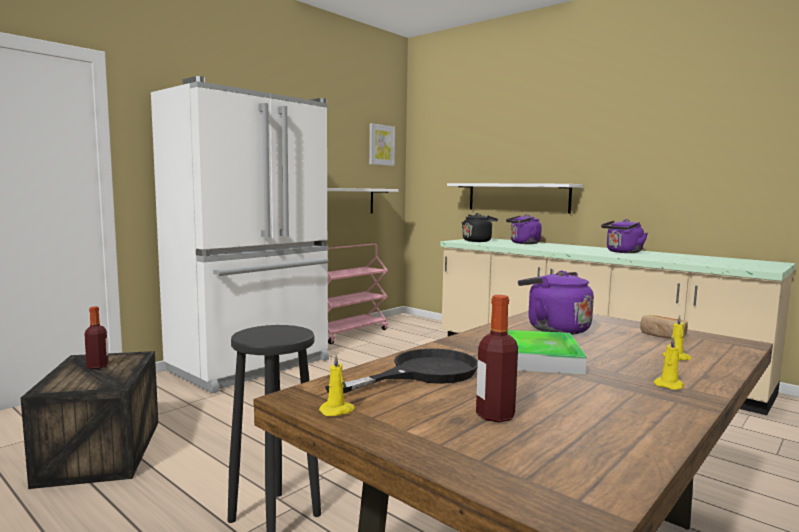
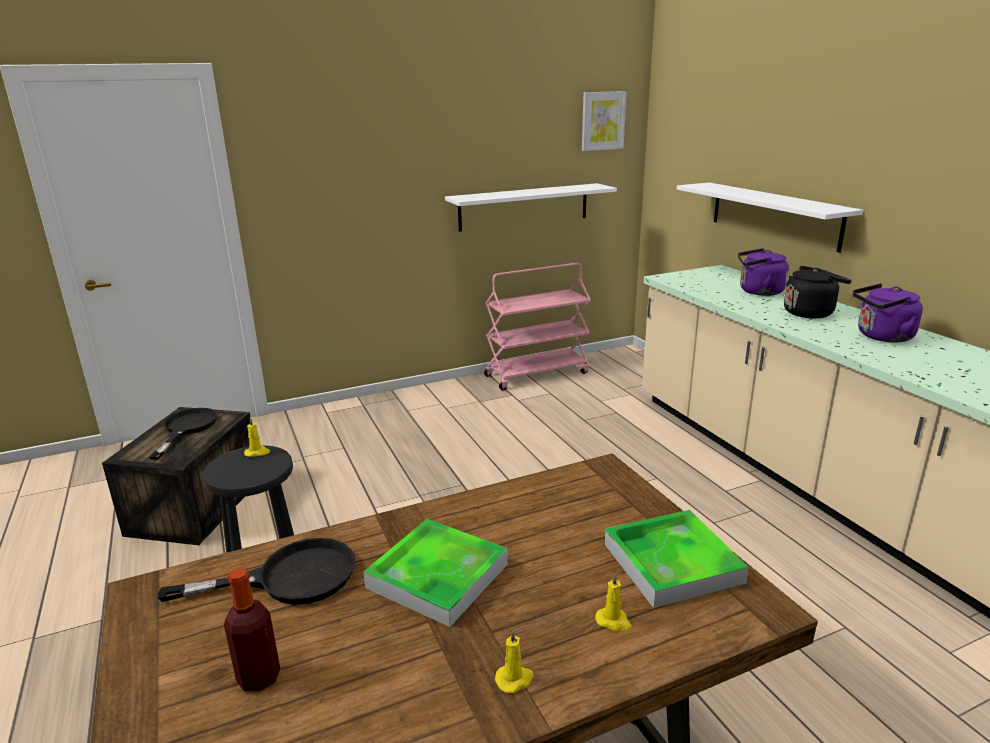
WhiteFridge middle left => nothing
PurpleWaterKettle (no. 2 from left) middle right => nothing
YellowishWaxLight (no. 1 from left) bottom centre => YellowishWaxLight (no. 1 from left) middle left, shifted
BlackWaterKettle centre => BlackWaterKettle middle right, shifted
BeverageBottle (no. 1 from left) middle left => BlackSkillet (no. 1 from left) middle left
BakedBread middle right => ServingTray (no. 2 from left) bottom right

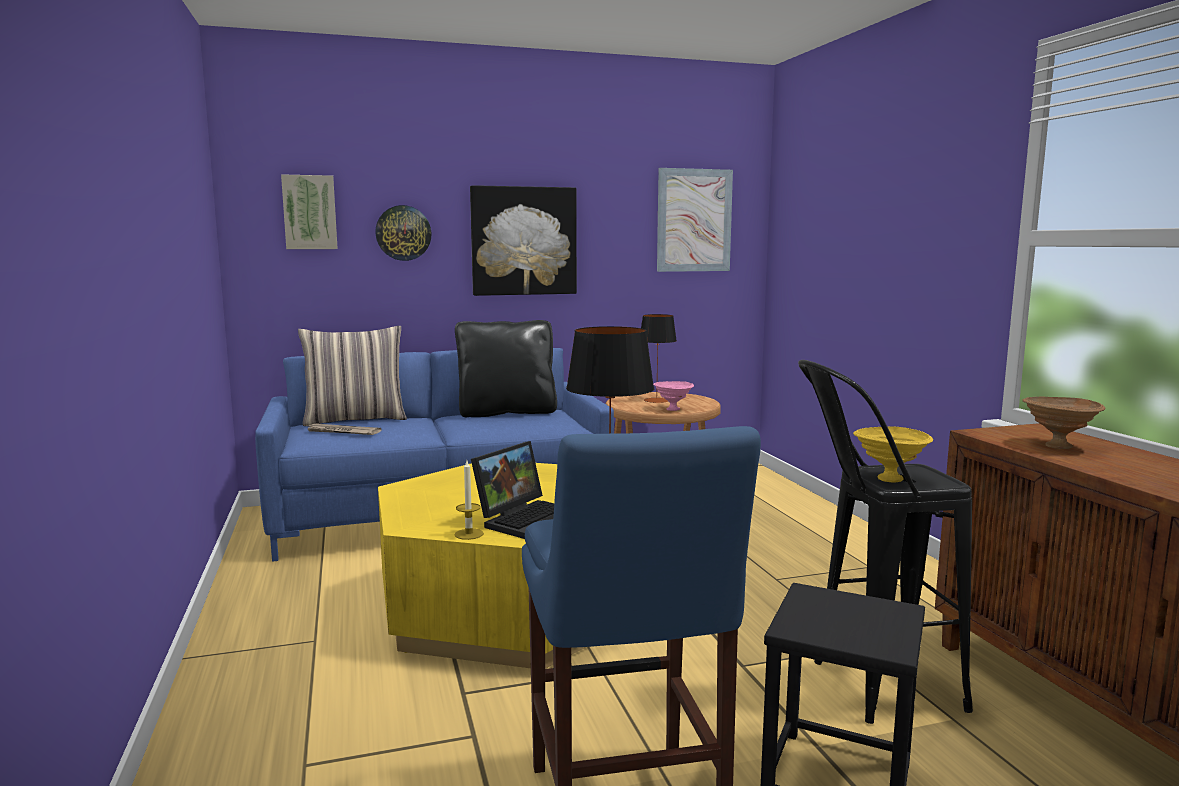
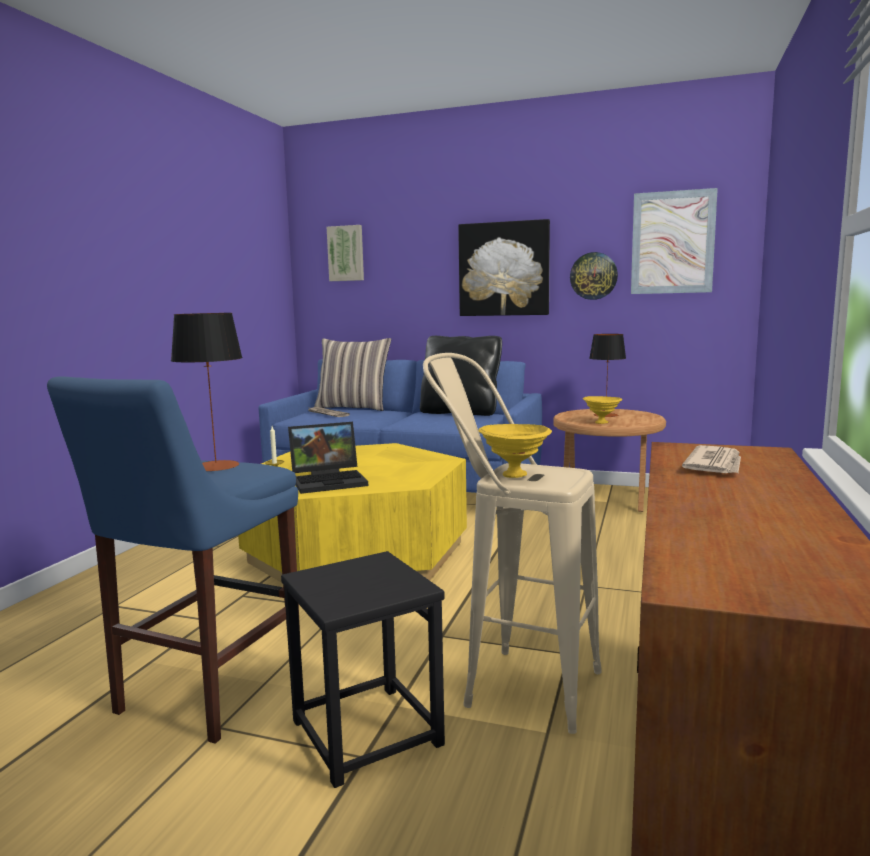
WallClock top centre => WallClock top right, shifted
BrownishBowl middle right => DailyPaper (no. 2 from left) middle right
PinkBowl centre => YellowishBowl (no. 2 from left) middle right
BlackStool (no. 2 from left) bottom right => SandColouredStool centre

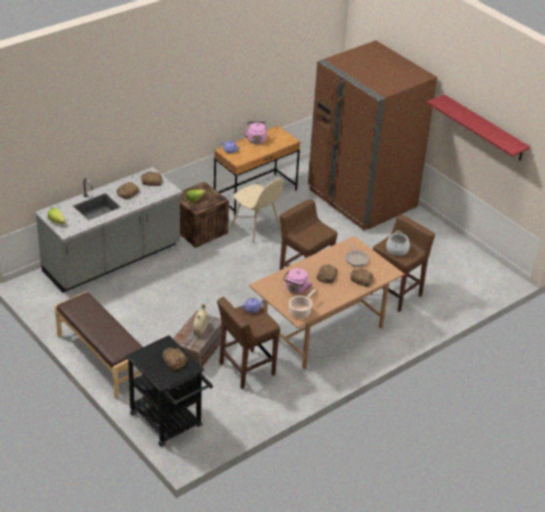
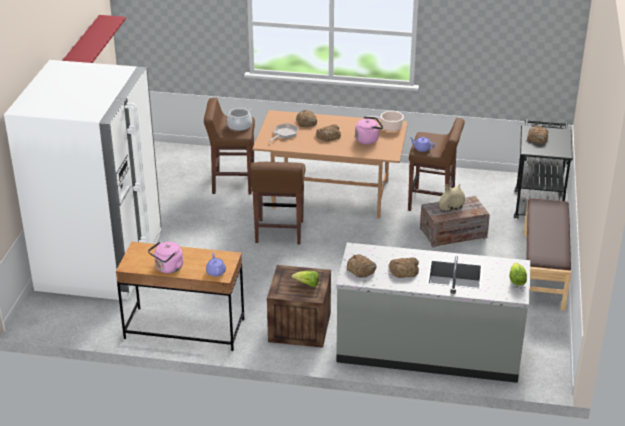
SandColouredPlainChair centre => nothing
BrownishFridge top right => WhiteFridge middle left

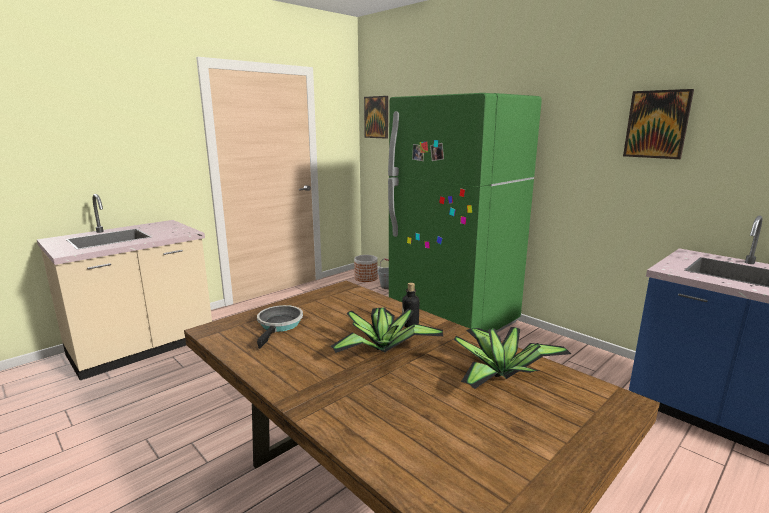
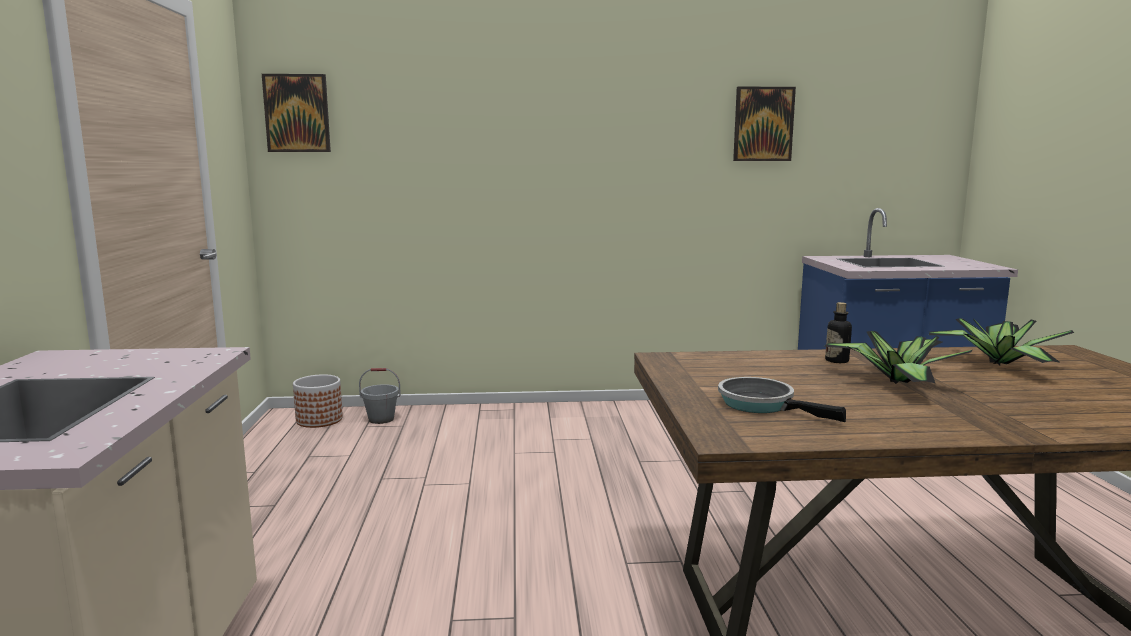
GreenFridge centre => nothing

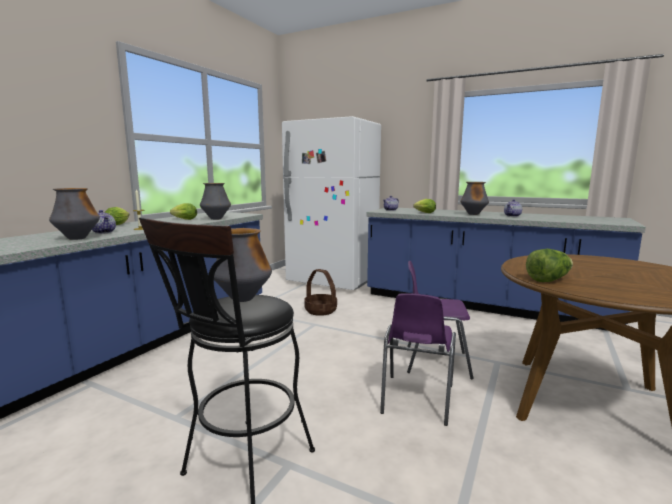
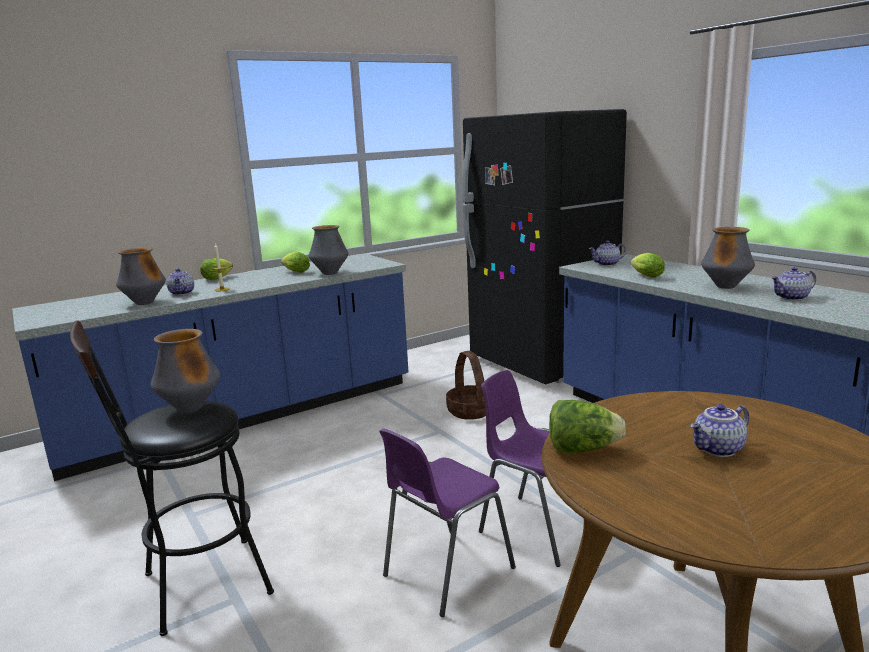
nothing => Teapot (no. 3 from left) middle right
WhiteFridge centre => BlackFridge centre

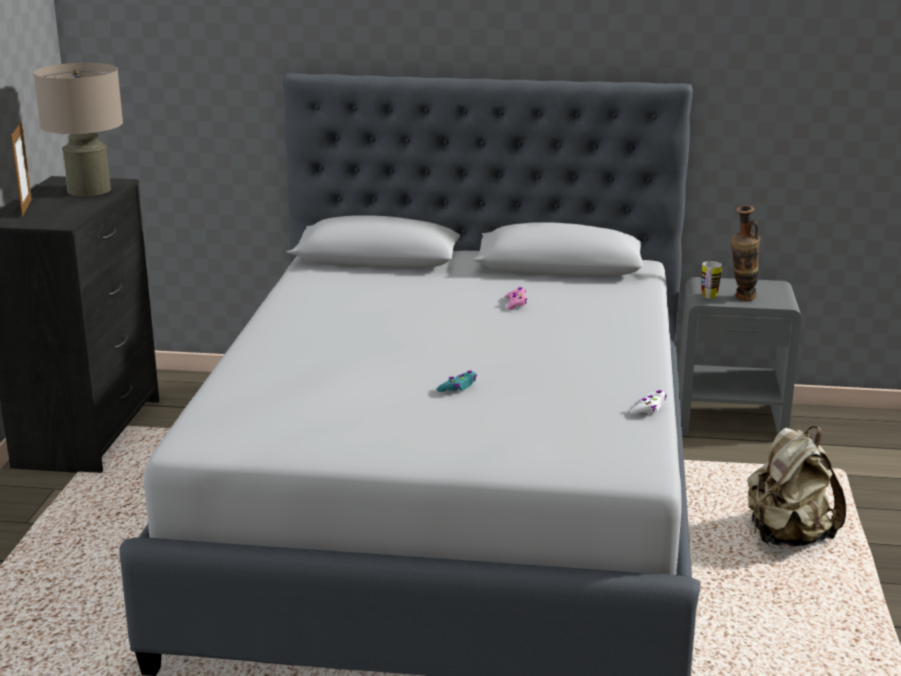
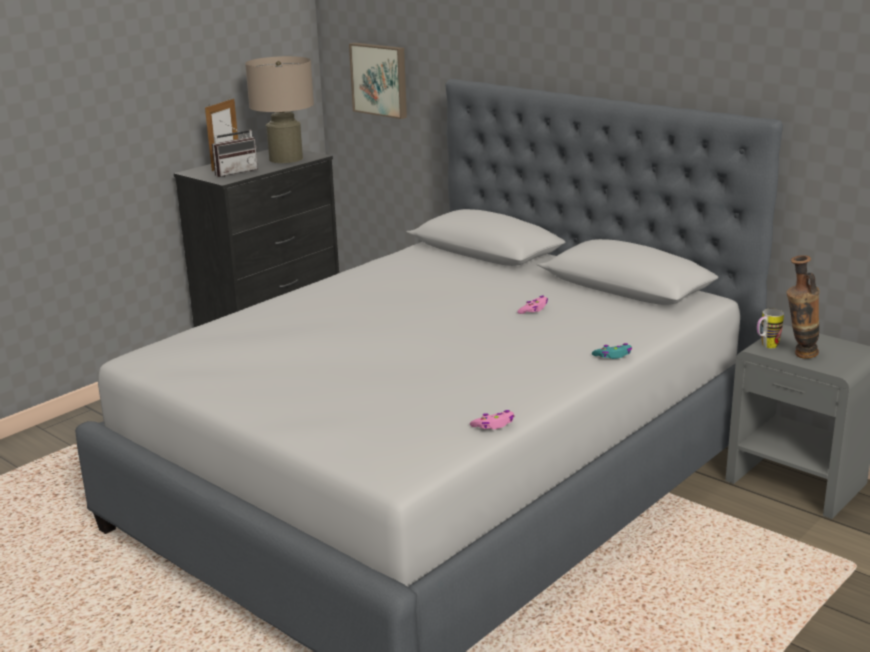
SandColouredKnapsack bottom right => nothing
nothing => Radio top left
nothing => WallPicture top centre
BlueGreenGameController centre => BlueGreenGameController middle right, shifted
WhiteGameController middle right => PinkGameController (no. 1 from left) centre

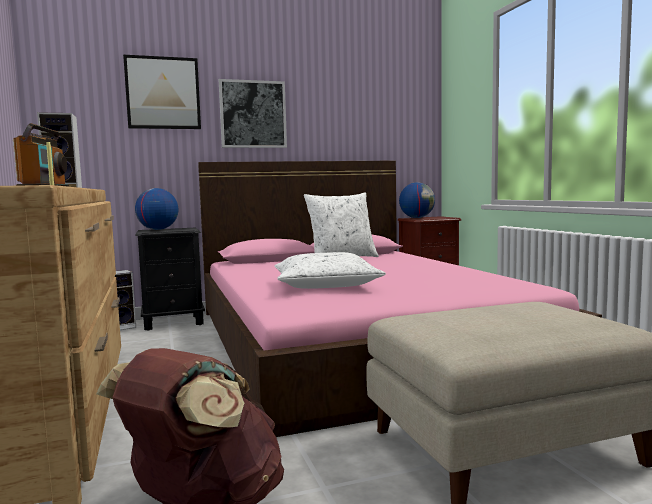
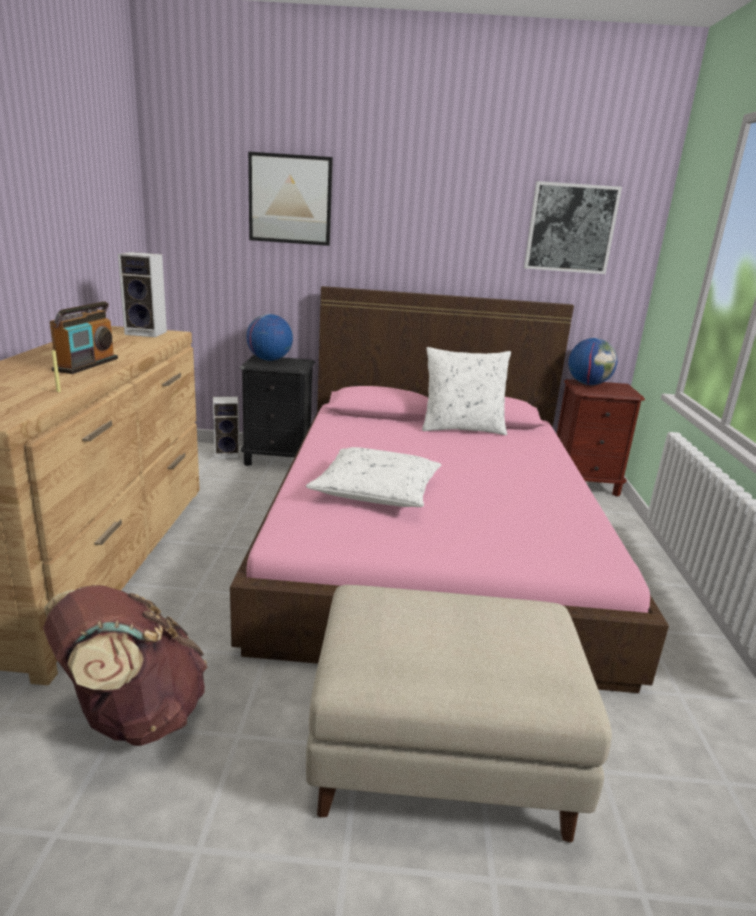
WallPicture (no. 2 from left) top centre => WallPicture (no. 2 from left) top right, shifted

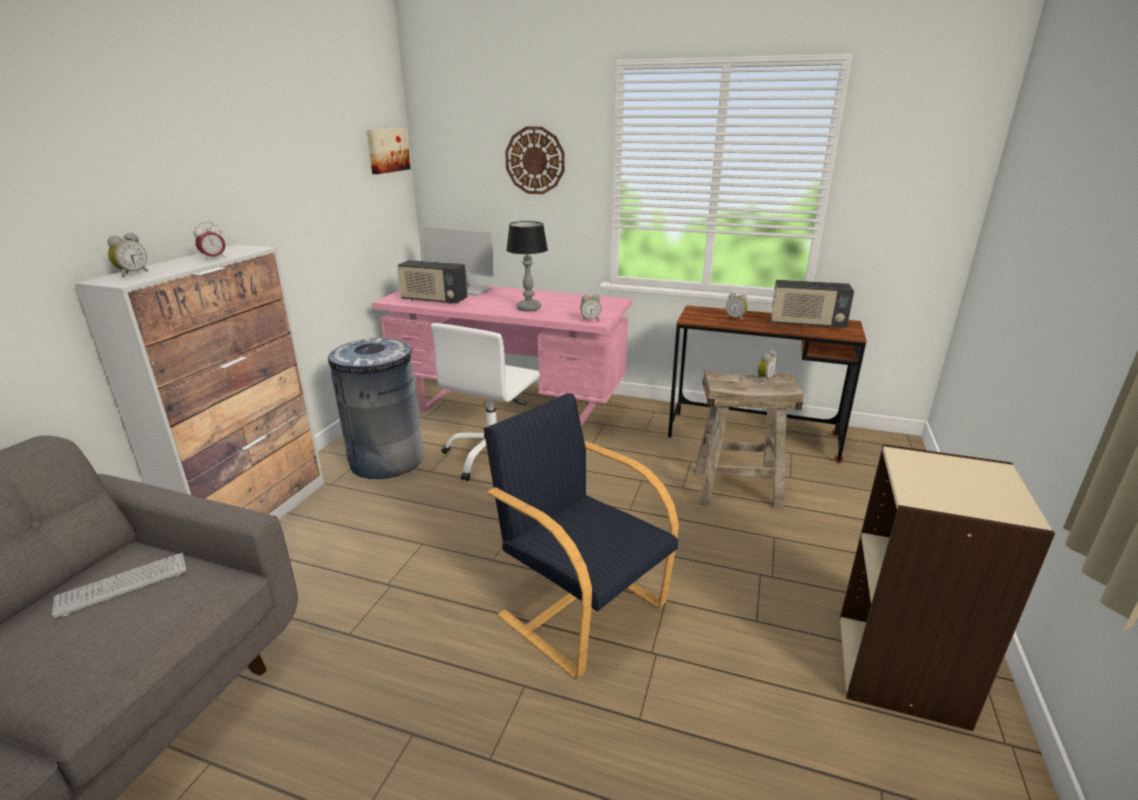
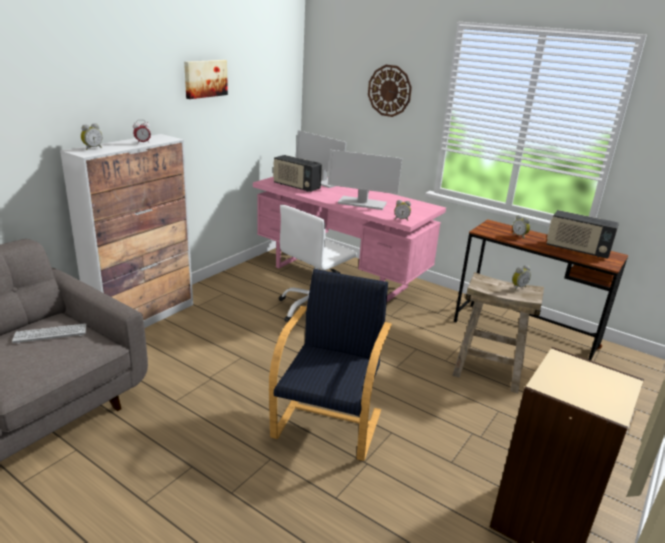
GrayTrashCan middle left => nothing
WallPicture top centre => WallPicture top left, shifted
LampForATable top centre => ComputerScreen (no. 2 from left) top centre
BlackEasyChair bottom centre, 45 degrees clockwise

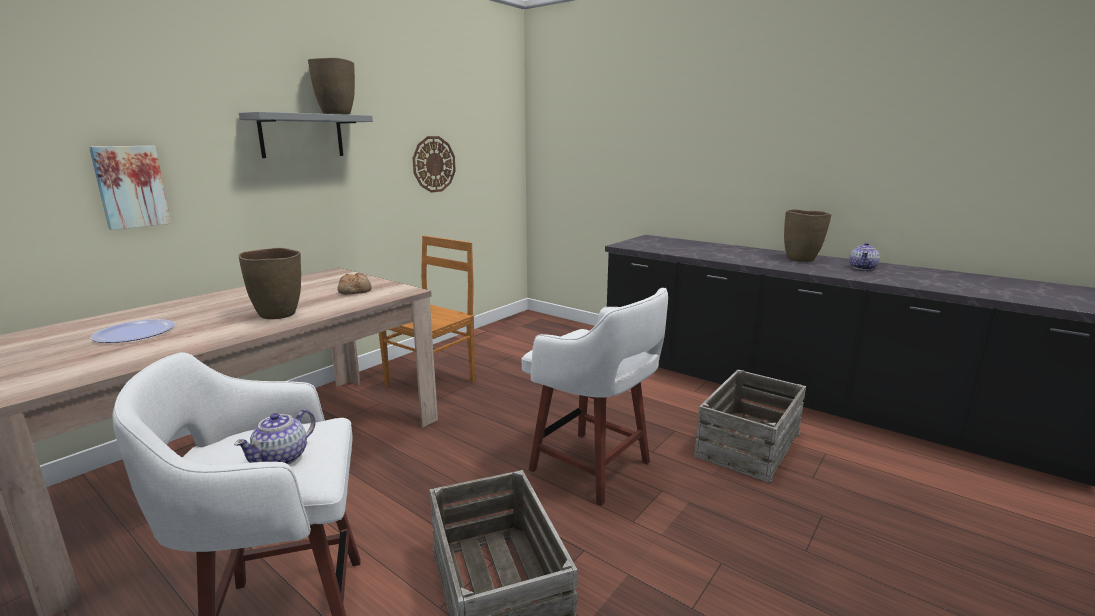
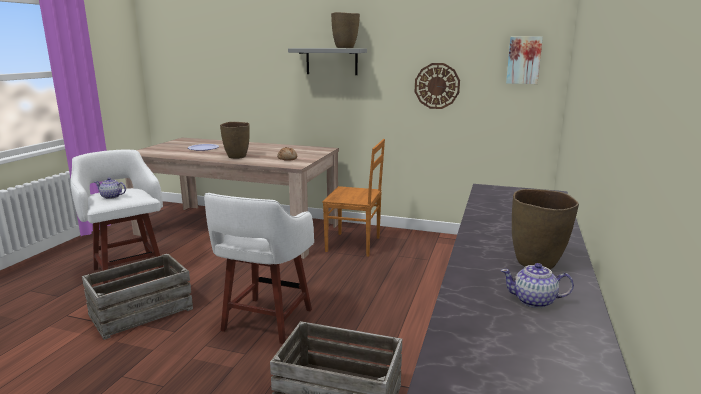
WallPicture top left => WallPicture top right, shifted

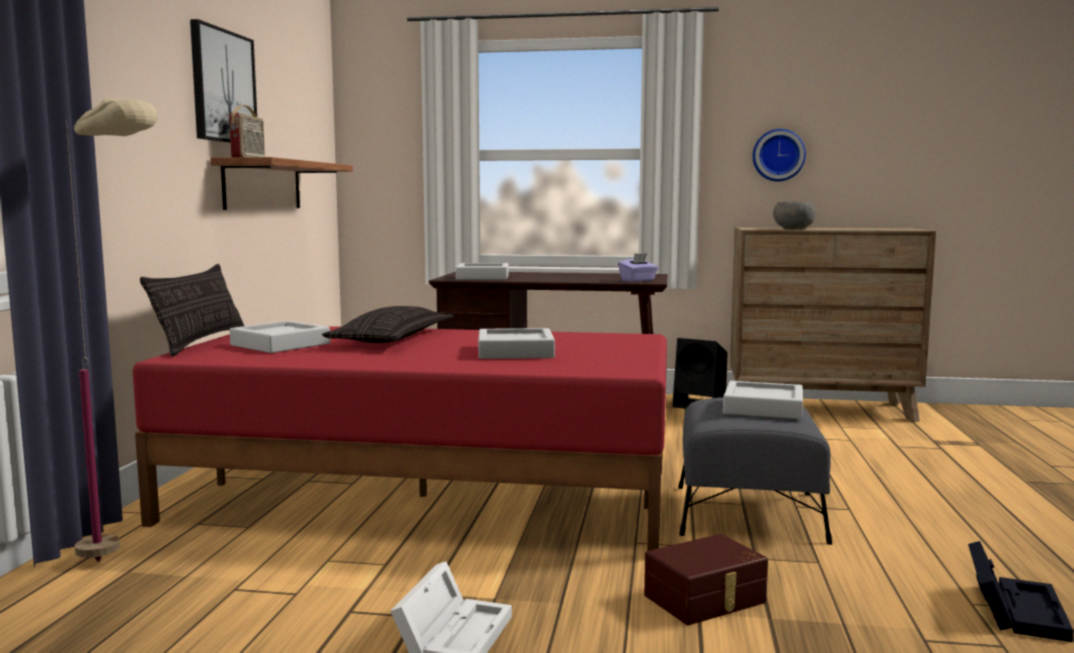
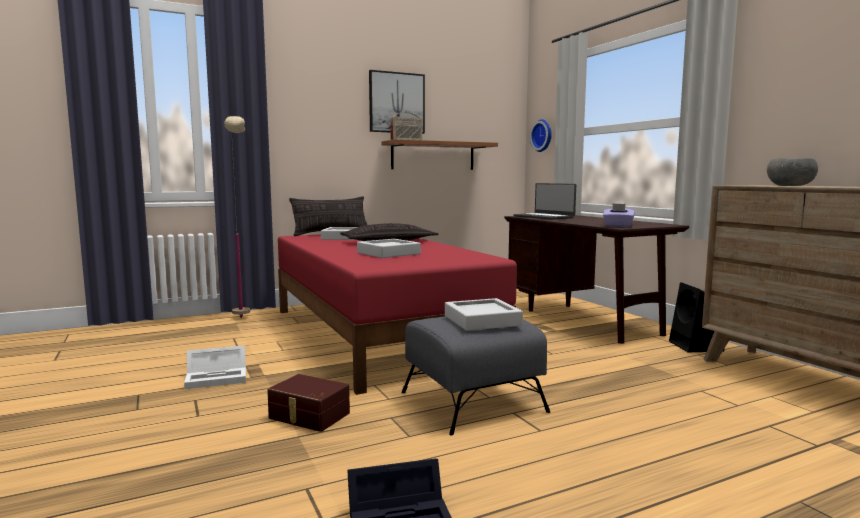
WallClock top right => WallClock top centre, shifted
GrayServingTray (no. 2 from left) centre => PortableComputer centre

